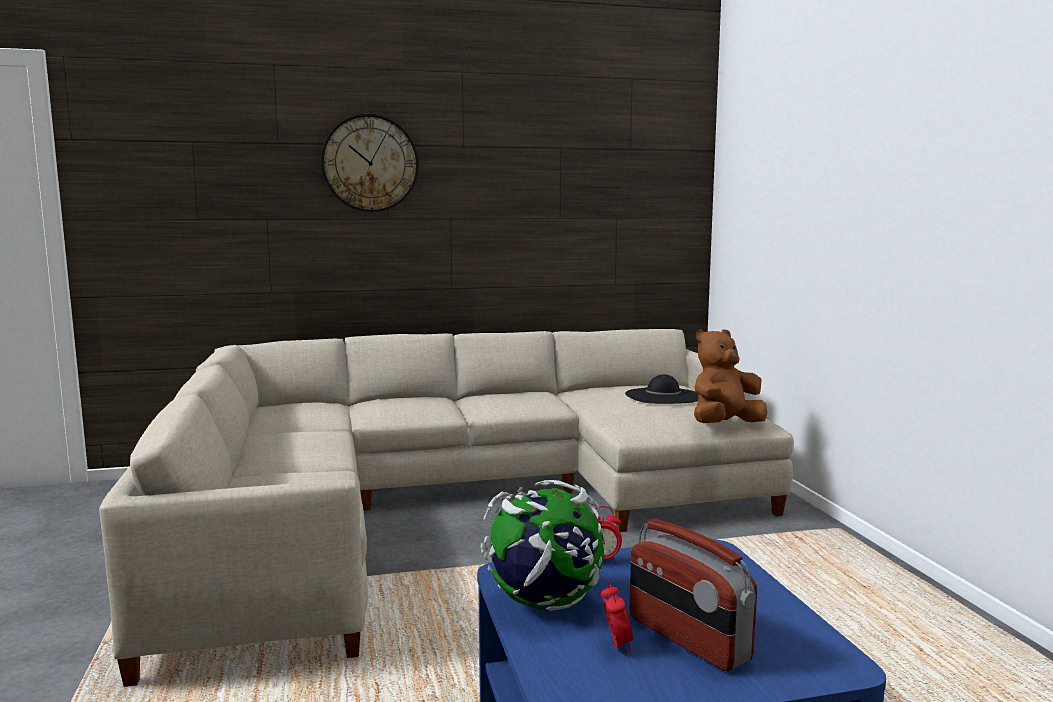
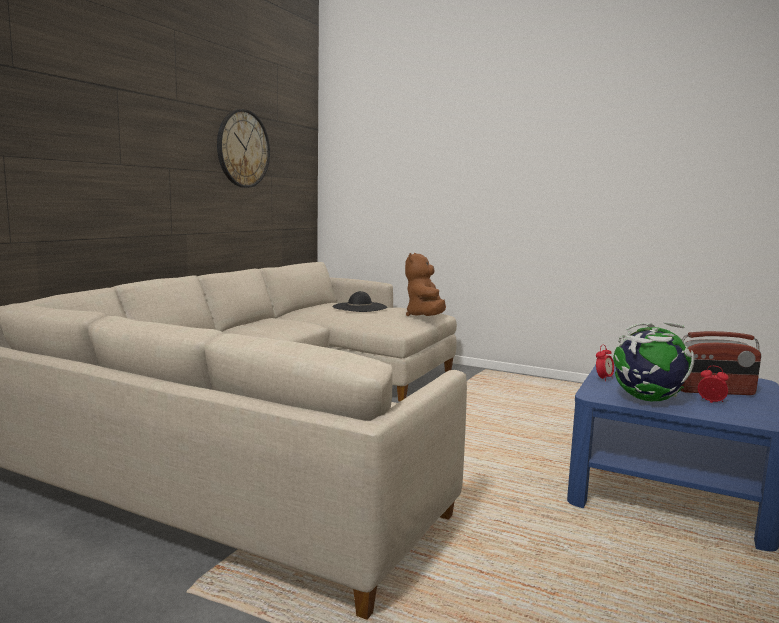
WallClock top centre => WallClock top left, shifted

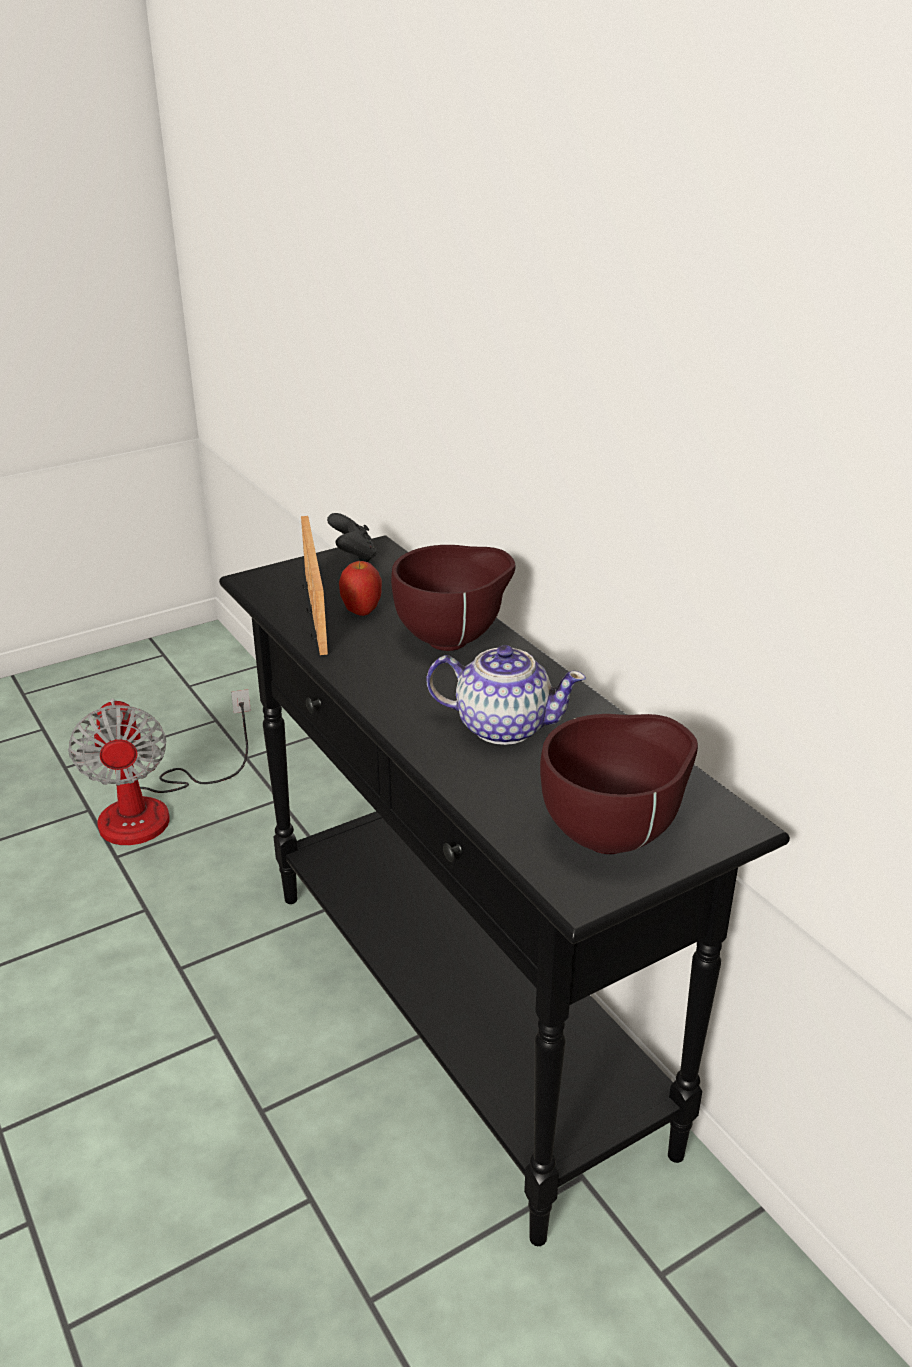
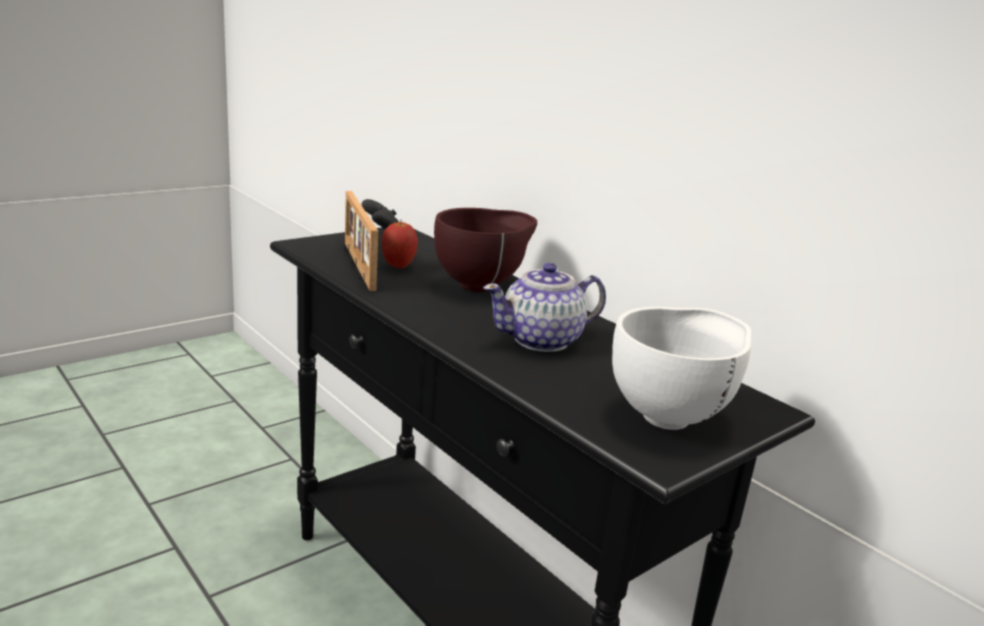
CoolingFan middle left => nothing
BrownishBowl (no. 2 from left) middle right => WhiteBowl middle right
Teapot centre, 150 degrees clockwise

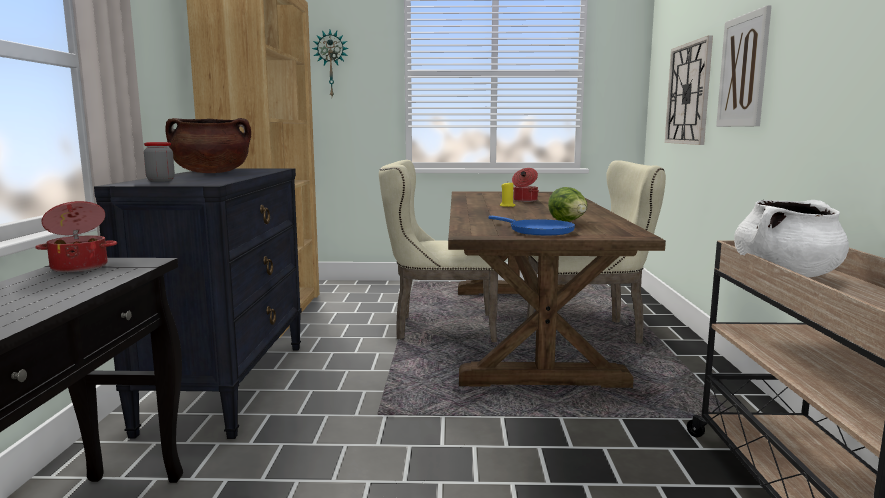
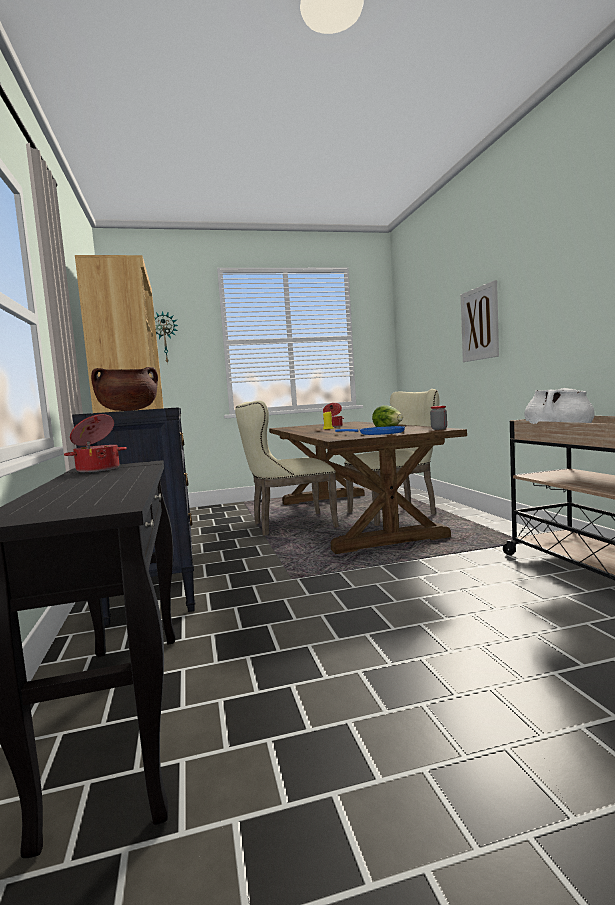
WallClock (no. 2 from left) top right => nothing
PreserveJar top left => PreserveJar middle right, shifted

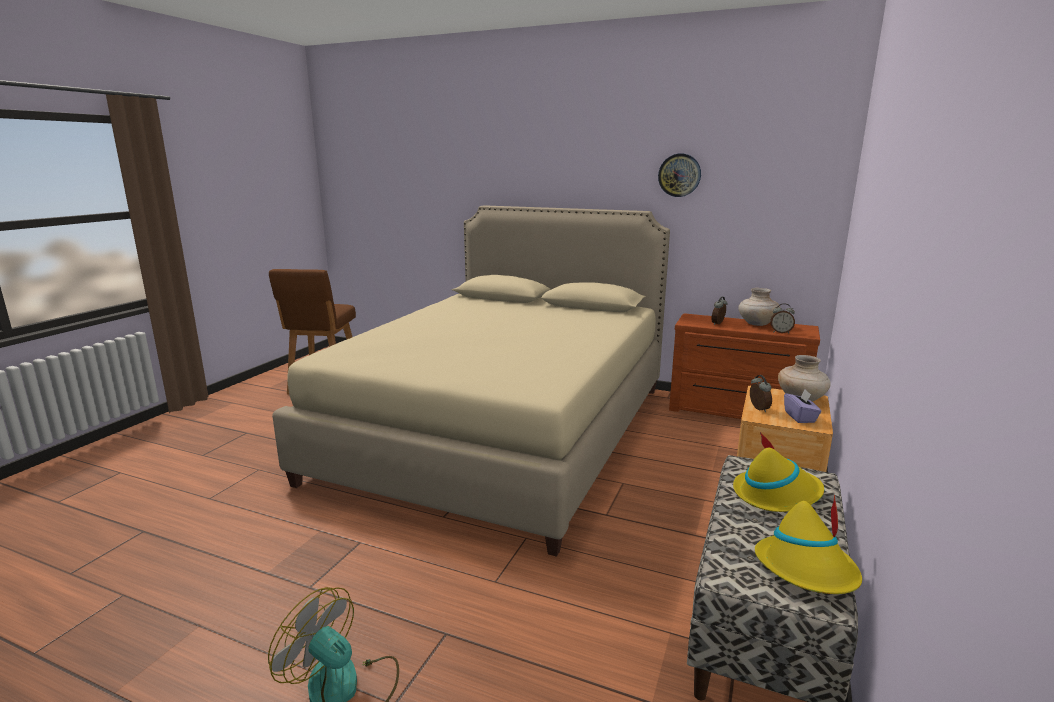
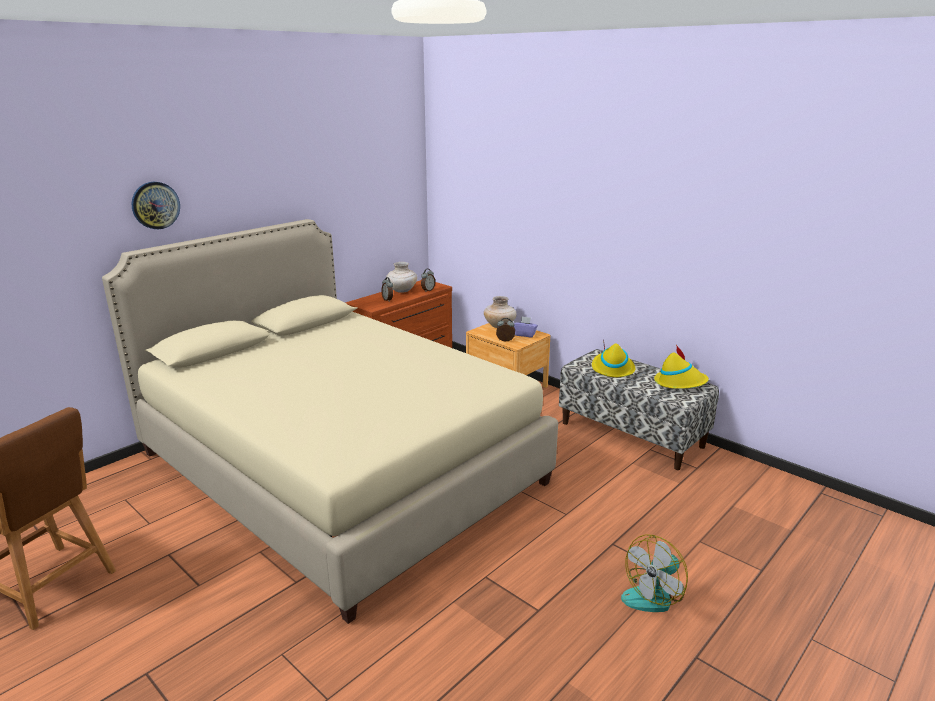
WallClock top centre => WallClock top left, shifted

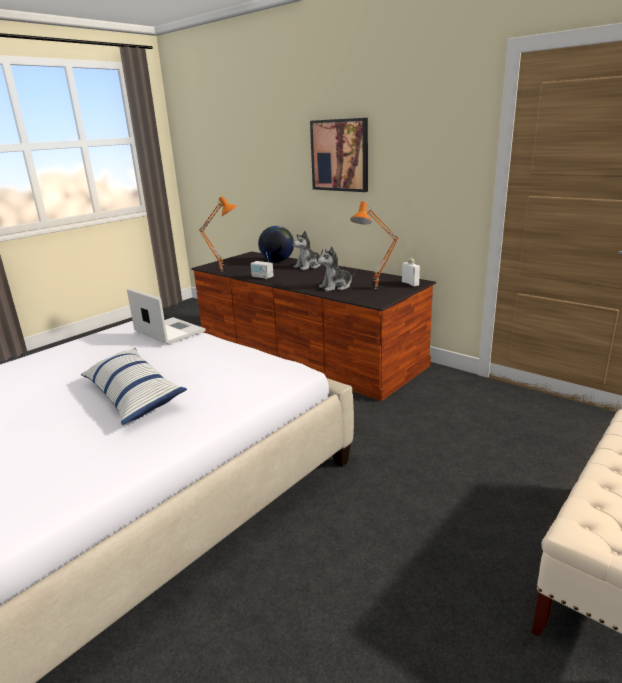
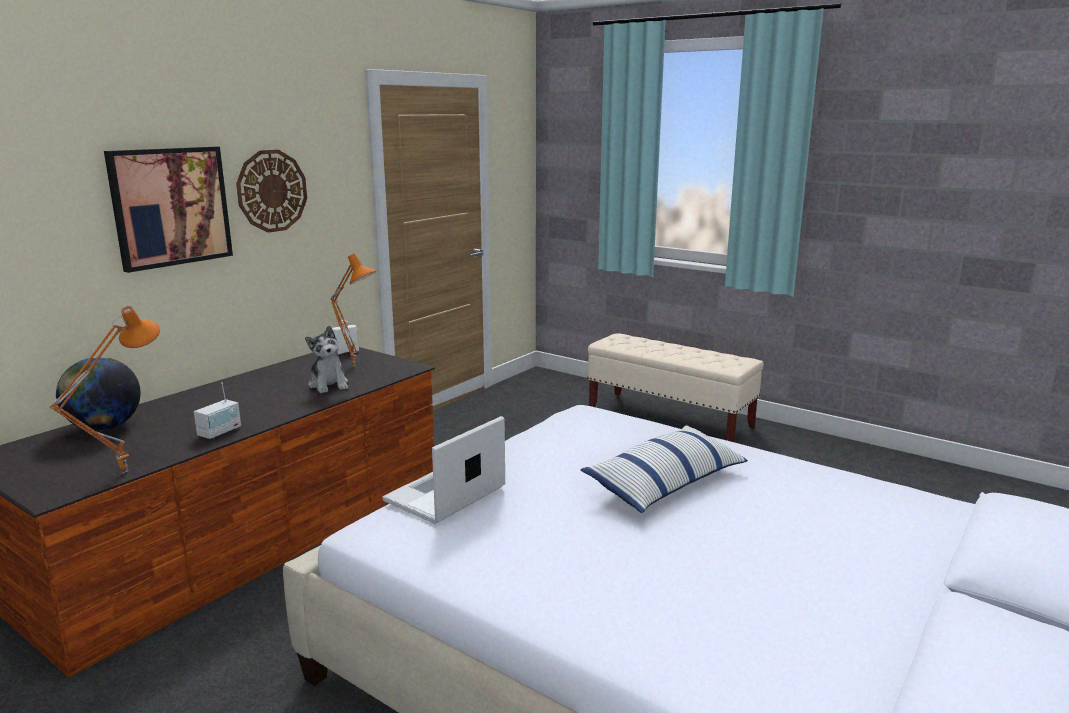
CuddlyToy (no. 1 from left) centre => nothing
nothing => WallClock top left

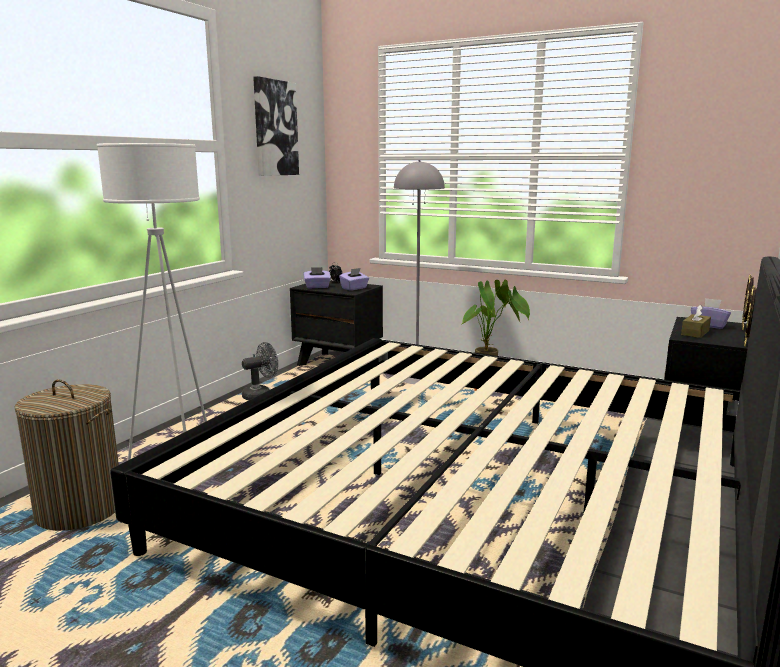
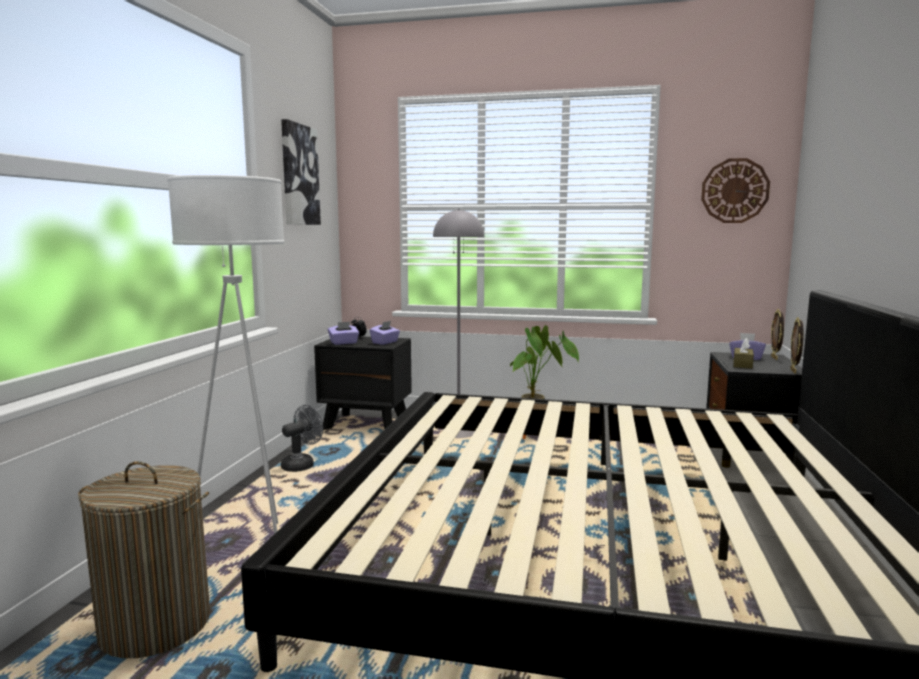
nothing => WallClock top right

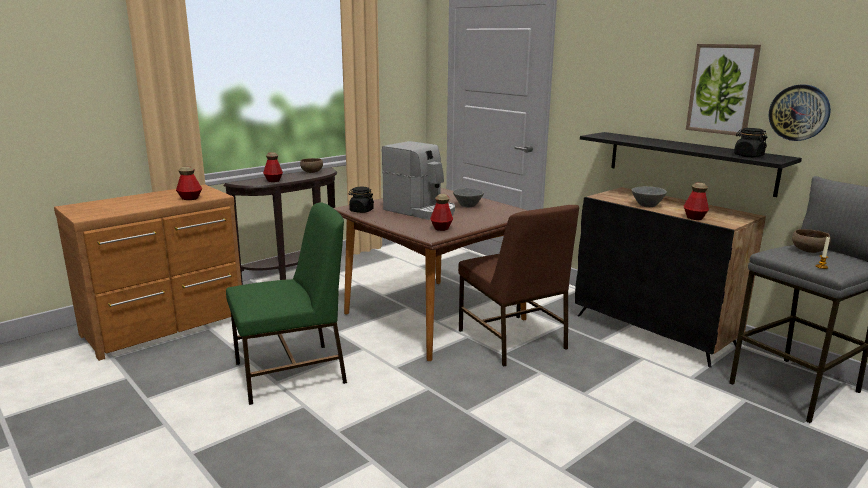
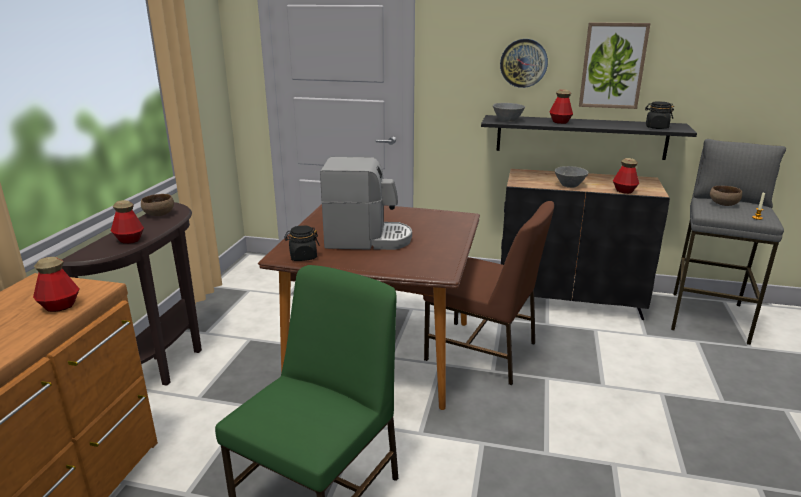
BeverageBottle (no. 3 from left) centre => BeverageBottle (no. 3 from left) top right, shifted
GrayBowl (no. 1 from left) centre => GrayBowl (no. 1 from left) top centre, shifted
WallClock top right => WallClock top centre, shifted

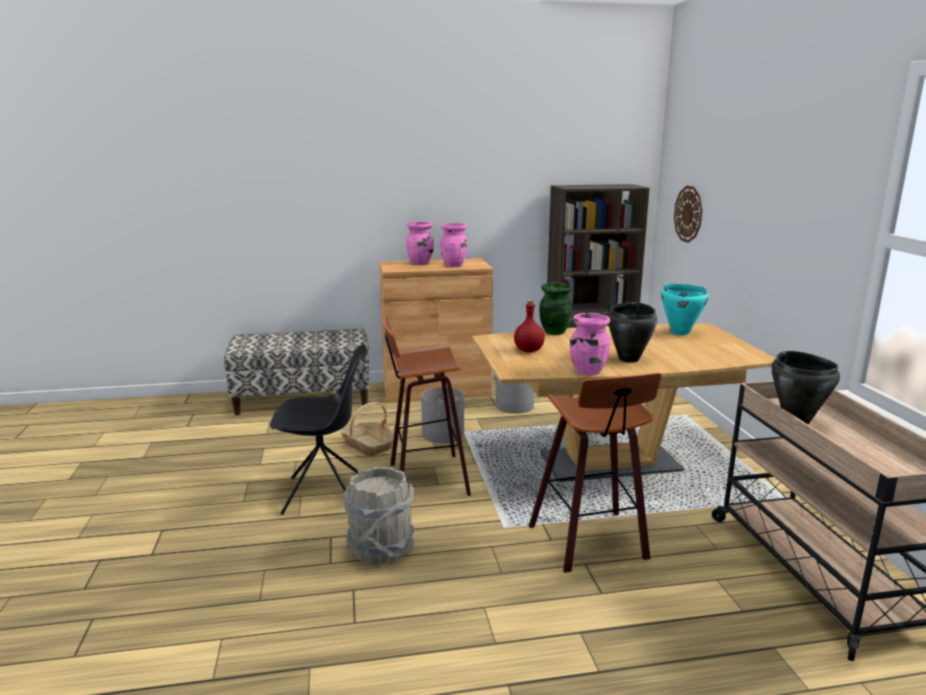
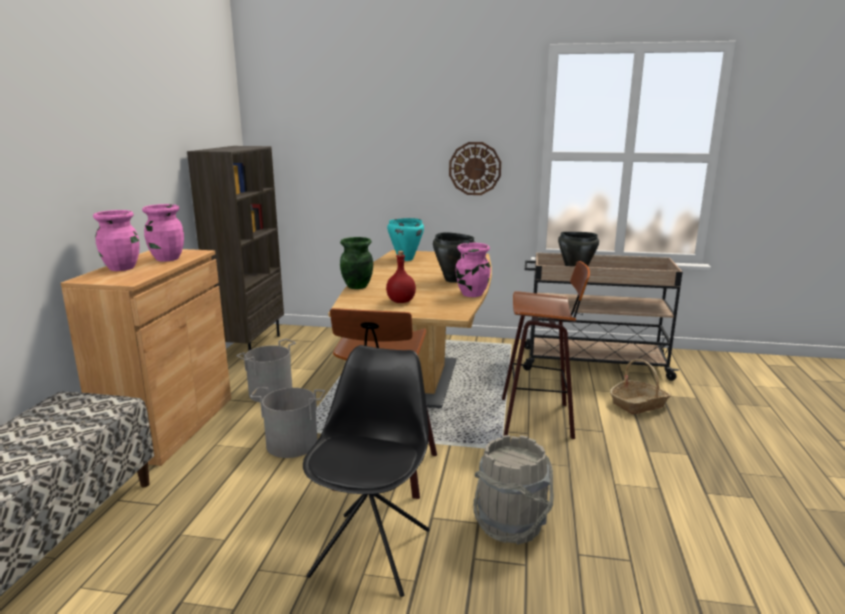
StorageBasket centre => StorageBasket middle right, shifted
WallClock top right => WallClock top centre, shifted

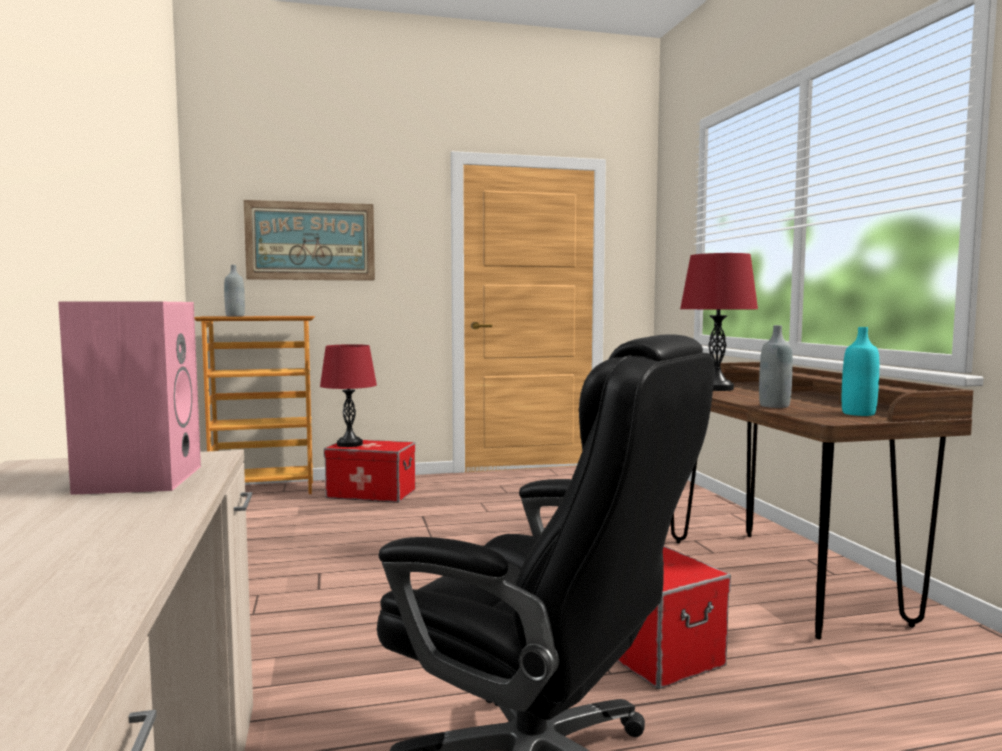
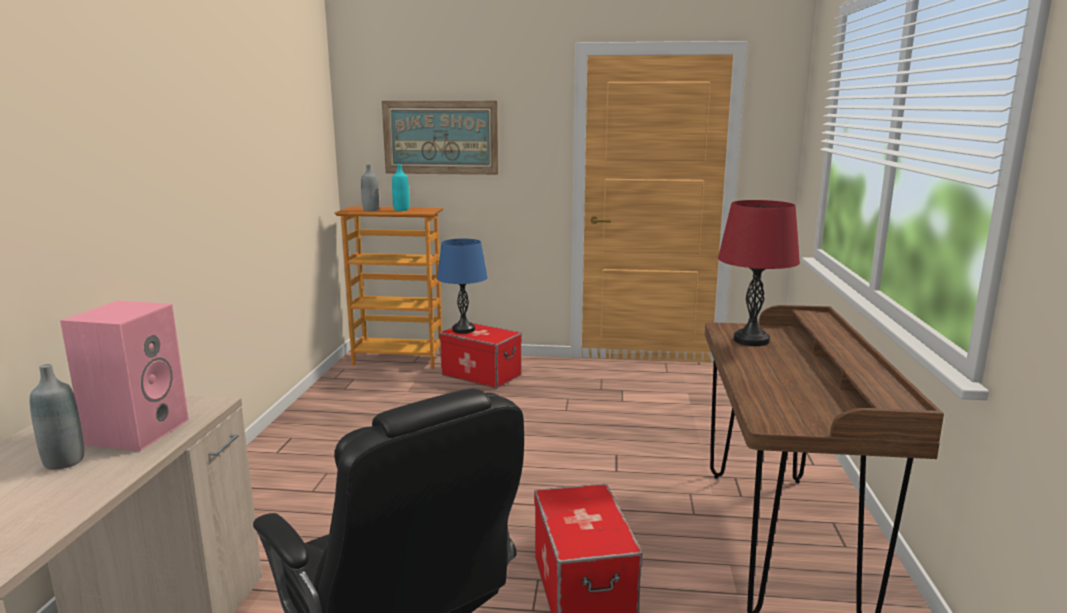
GrayBeverageBottle (no. 2 from left in the first image) middle right => GrayBeverageBottle (no. 1 from left) bottom left, shifted
BlueGreenBeverageBottle middle right => BlueGreenBeverageBottle top centre, shifted
RedColouredLampForATable (no. 1 from left) centre => BluishLampForATable centre

